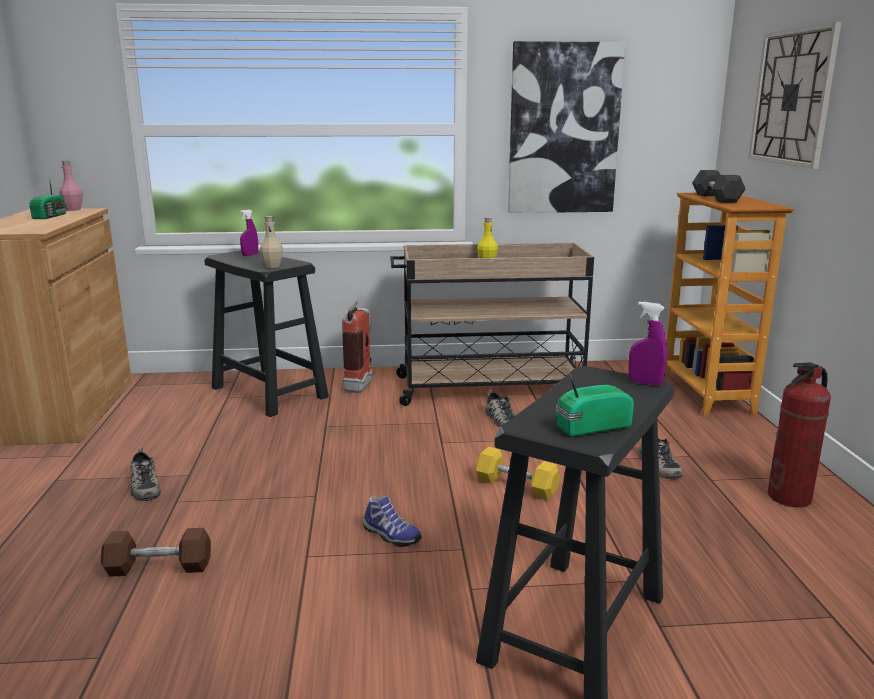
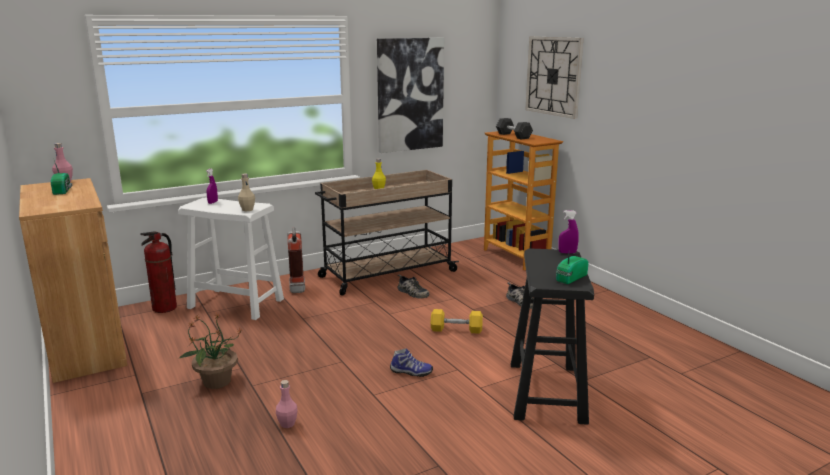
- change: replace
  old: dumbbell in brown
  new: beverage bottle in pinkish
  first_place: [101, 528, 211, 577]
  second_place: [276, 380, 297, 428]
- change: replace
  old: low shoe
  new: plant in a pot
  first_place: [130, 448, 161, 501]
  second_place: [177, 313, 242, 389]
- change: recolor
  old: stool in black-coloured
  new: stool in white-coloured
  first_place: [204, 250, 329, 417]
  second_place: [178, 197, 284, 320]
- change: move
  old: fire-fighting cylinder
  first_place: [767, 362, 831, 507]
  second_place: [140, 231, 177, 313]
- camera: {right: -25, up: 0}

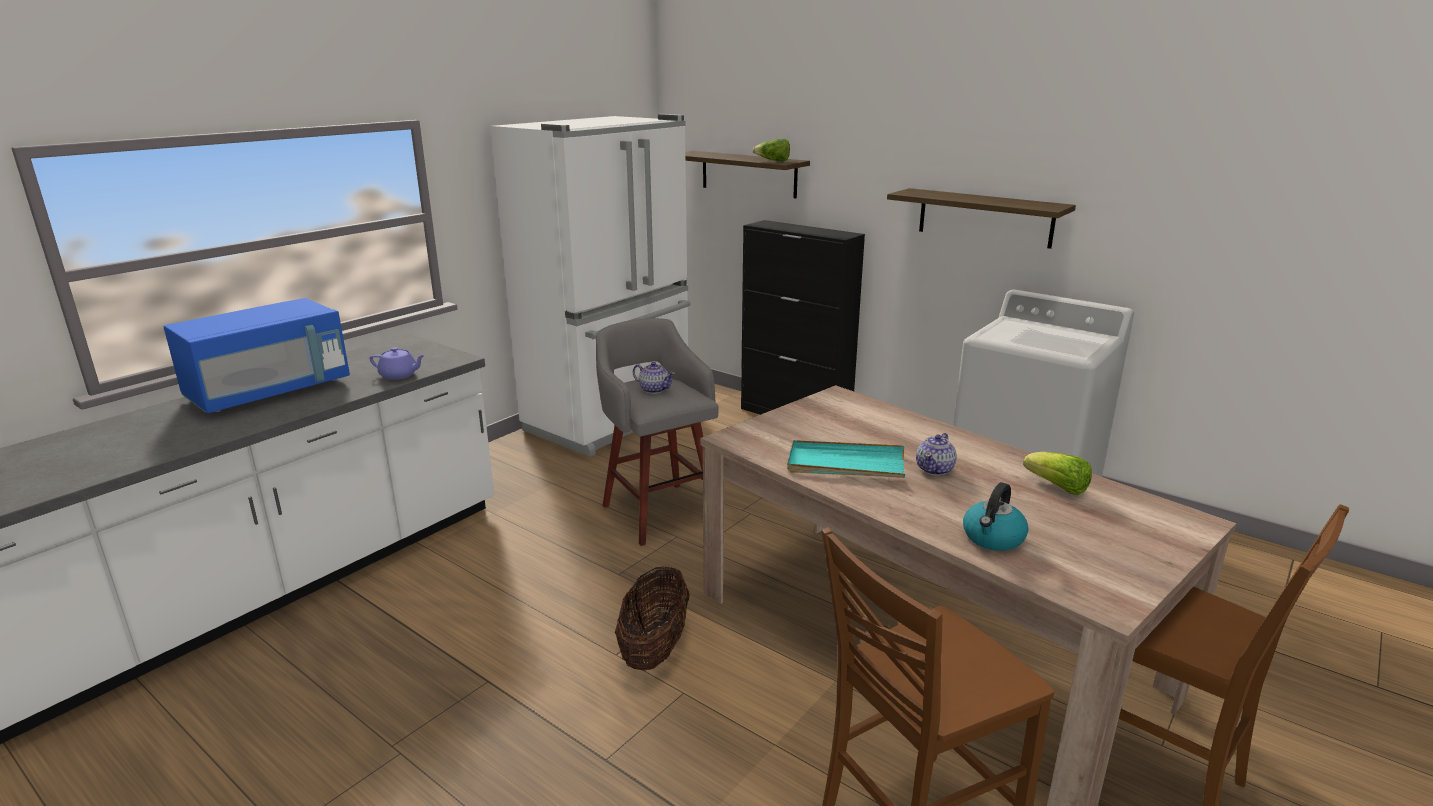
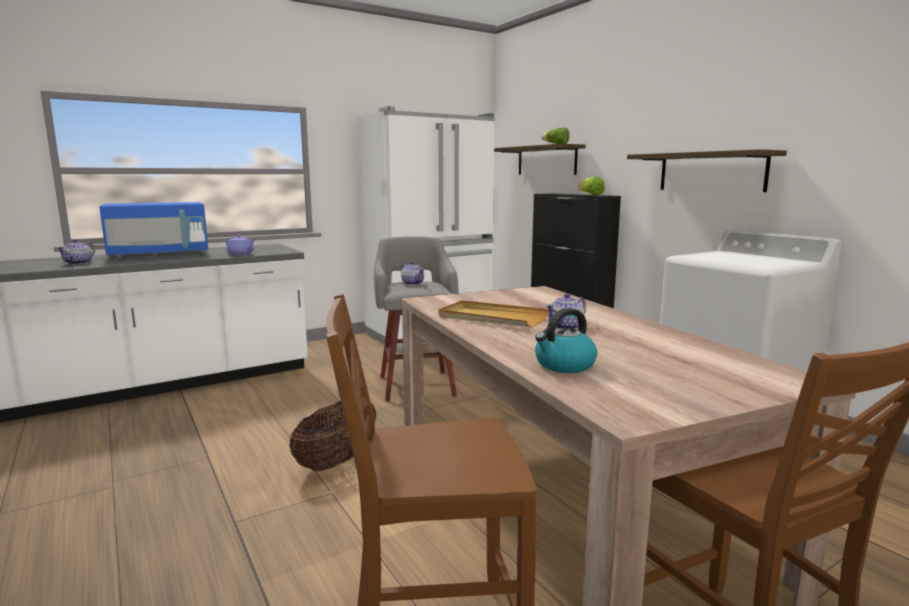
- change: recolor
  old: serving tray in turquoise
  new: serving tray in beige-coloured
  first_place: [787, 440, 905, 478]
  second_place: [439, 300, 549, 327]
- change: move
  old: lettuce
  first_place: [1023, 452, 1092, 495]
  second_place: [578, 176, 605, 195]
- change: insert
  new: pot for tea
  second_place: [57, 239, 95, 265]
- camera: {right: 20, up: -10}

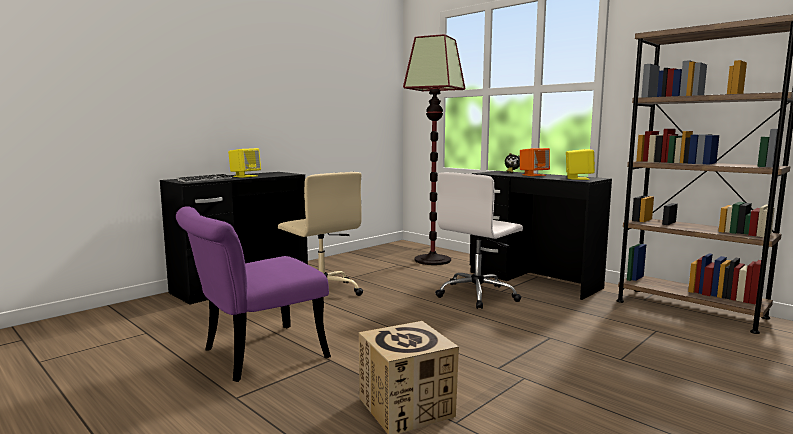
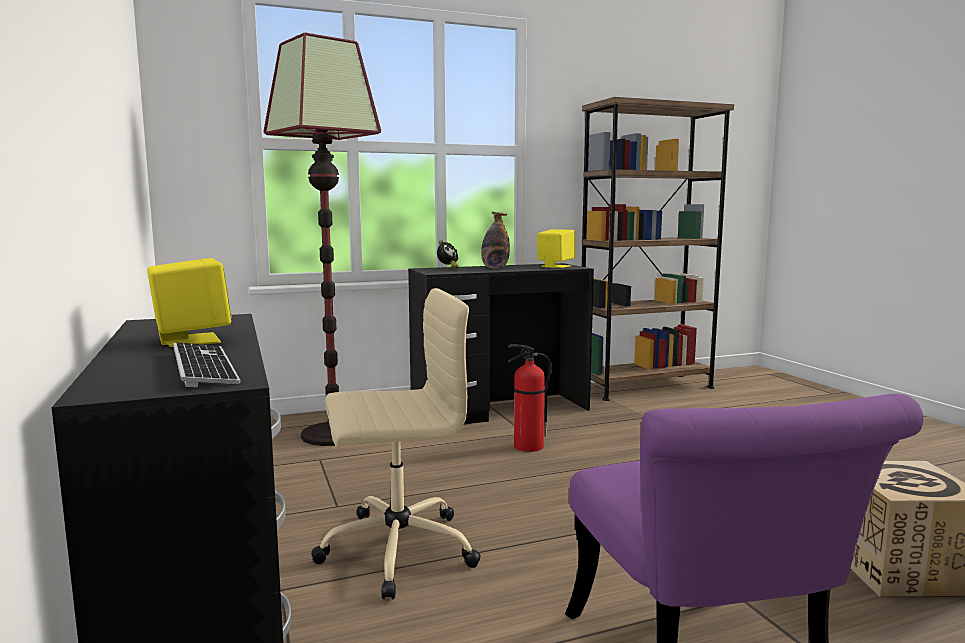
- change: replace
  old: desk chair in white-coloured
  new: fire-fighting cylinder
  first_place: [435, 172, 523, 309]
  second_place: [508, 344, 552, 452]
- change: replace
  old: audio speaker in orangey
  new: beverage bottle
  first_place: [520, 148, 550, 176]
  second_place: [481, 212, 510, 269]
- camera: {right: -65, up: 0}

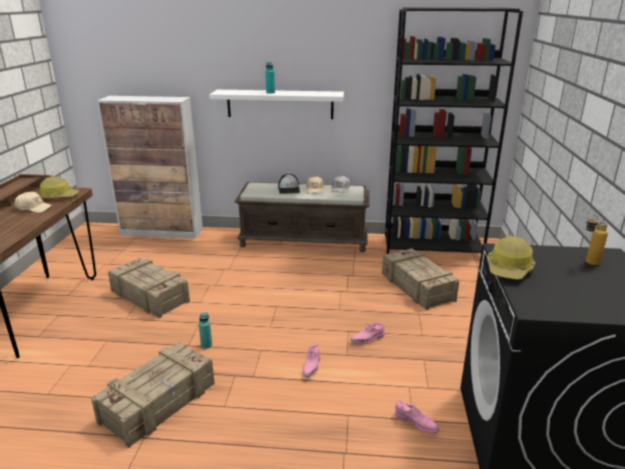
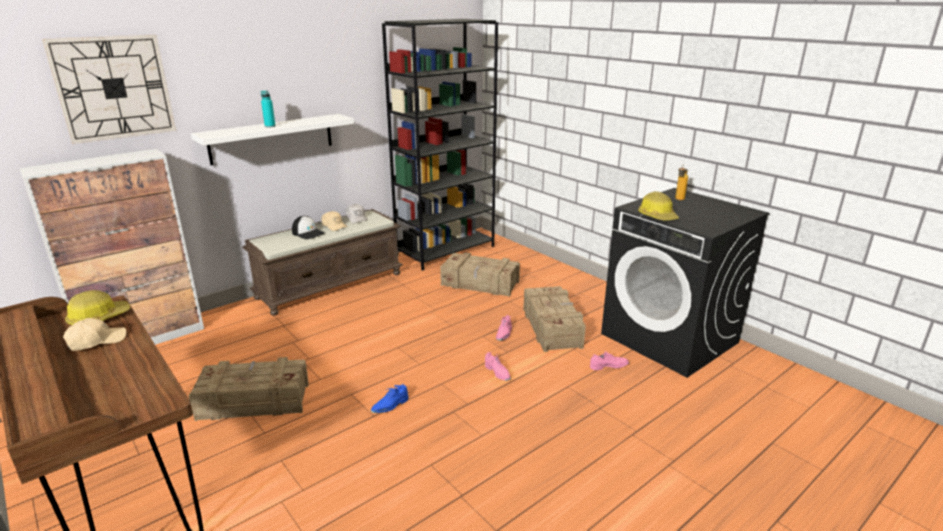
- change: move
  old: packing crate
  first_place: [91, 343, 215, 448]
  second_place: [523, 286, 586, 352]
- change: replace
  old: beverage bottle in turquoise
  new: low shoe in blue
  first_place: [199, 312, 212, 349]
  second_place: [371, 384, 408, 413]
- change: insert
  new: wall clock
  second_place: [42, 35, 176, 144]
- camera: {right: -45, up: 0}

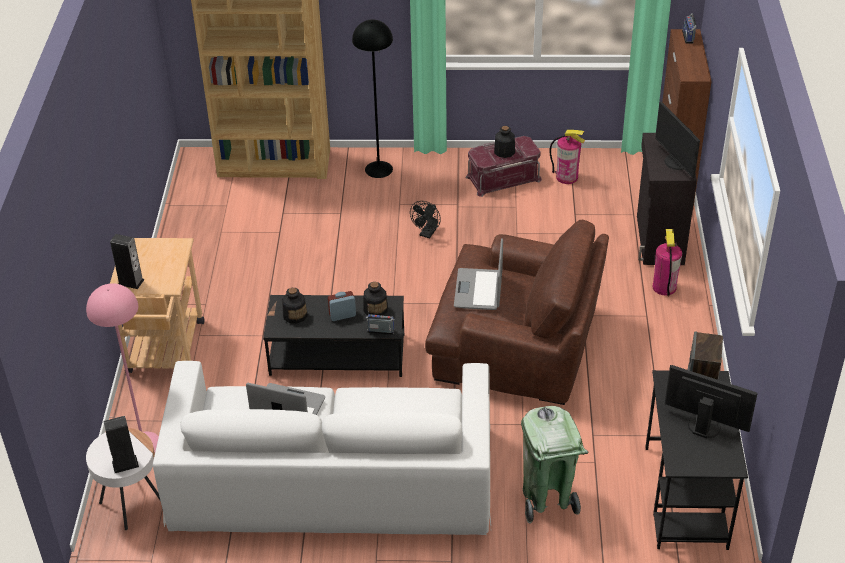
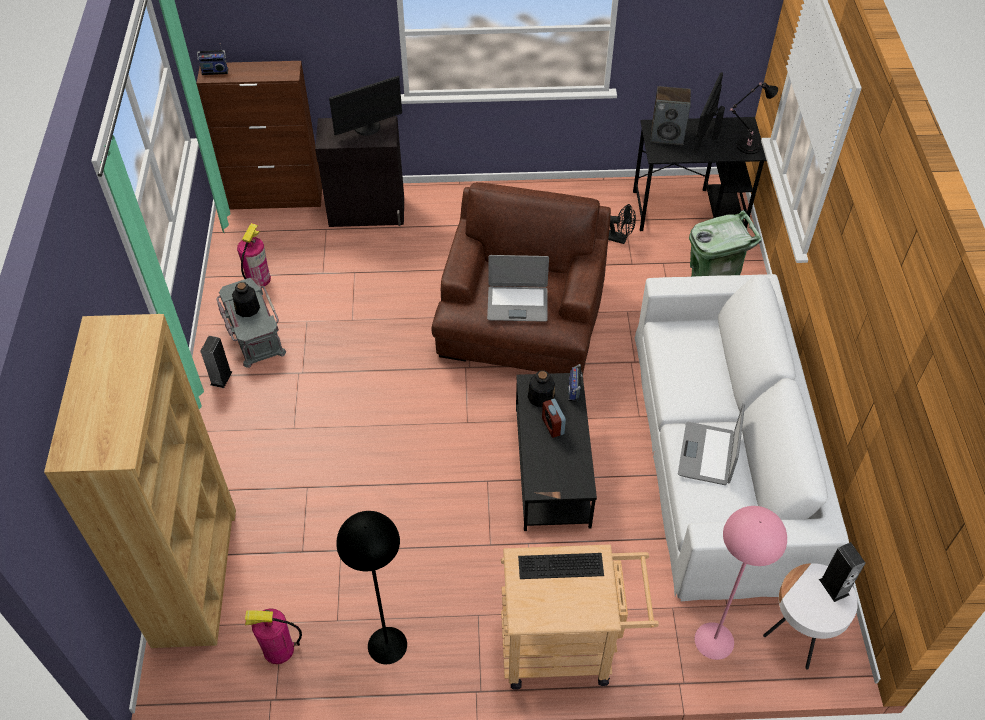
- change: move
  old: audio speaker
  first_place: [110, 234, 144, 289]
  second_place: [200, 336, 232, 388]
- change: delete
  old: beverage bottle
  first_place: [282, 288, 308, 324]
- change: move
  old: standing lamp in black-coloured
  first_place: [352, 19, 393, 178]
  second_place: [336, 511, 407, 664]
- change: move
  old: electric fan in black-coloured
  first_place: [410, 201, 441, 238]
  second_place: [608, 204, 636, 244]
- change: recolor
  old: storage box in red-coloured
  new: storage box in gray
  first_place: [466, 136, 542, 197]
  second_place: [216, 278, 286, 368]
- change: move
  old: fire-fighting cylinder
  first_place: [653, 229, 682, 296]
  second_place: [245, 608, 302, 664]
- change: insert
  new: keyboard
  second_place: [518, 553, 604, 579]
- change: insert
  new: table lamp in black-coloured
  second_place: [730, 82, 778, 154]
- camera: {right: -95, up: 10}

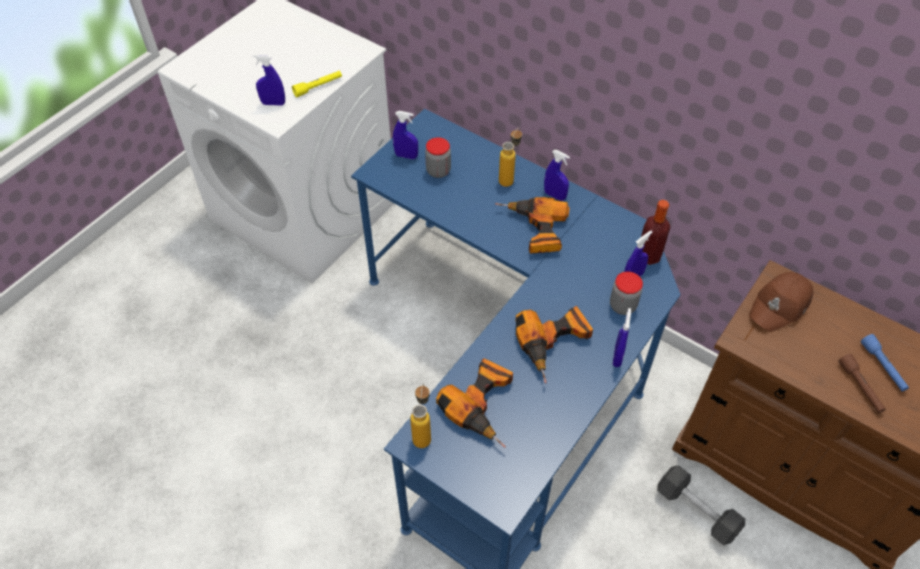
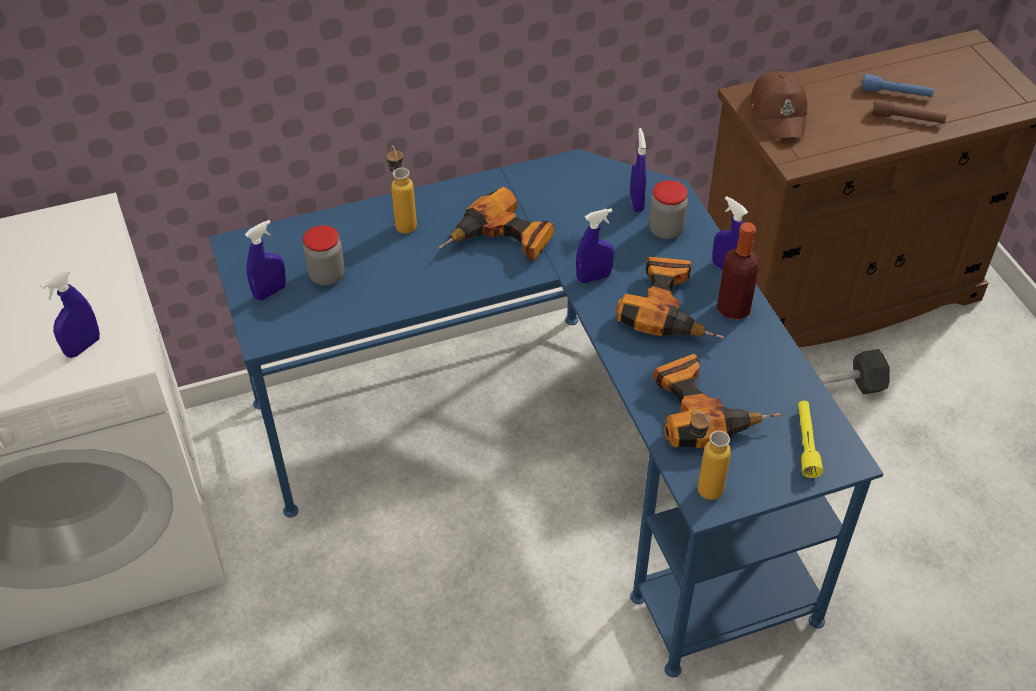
- change: move
  old: hand torch in yellowish
  first_place: [292, 71, 342, 97]
  second_place: [798, 401, 823, 478]
- change: move
  old: hand sprayer in blue
  first_place: [544, 150, 570, 201]
  second_place: [576, 208, 614, 283]
- change: move
  old: beverage bottle
  first_place: [641, 200, 671, 265]
  second_place: [717, 222, 760, 320]
- camera: {right: -55, up: -5}

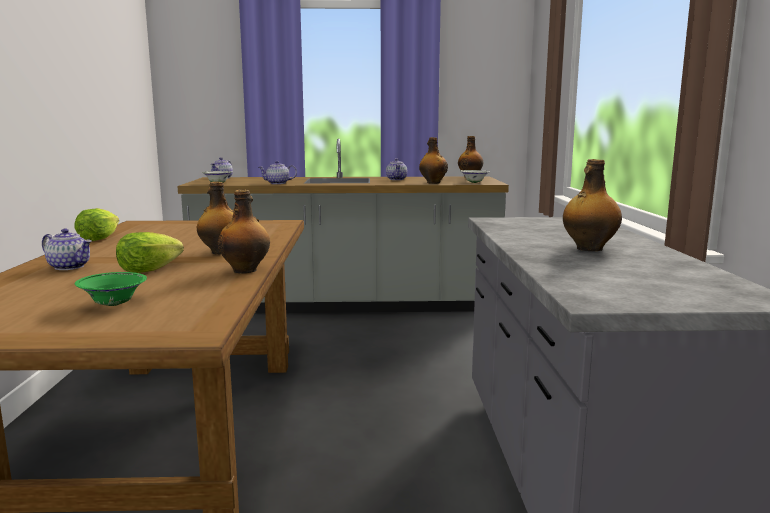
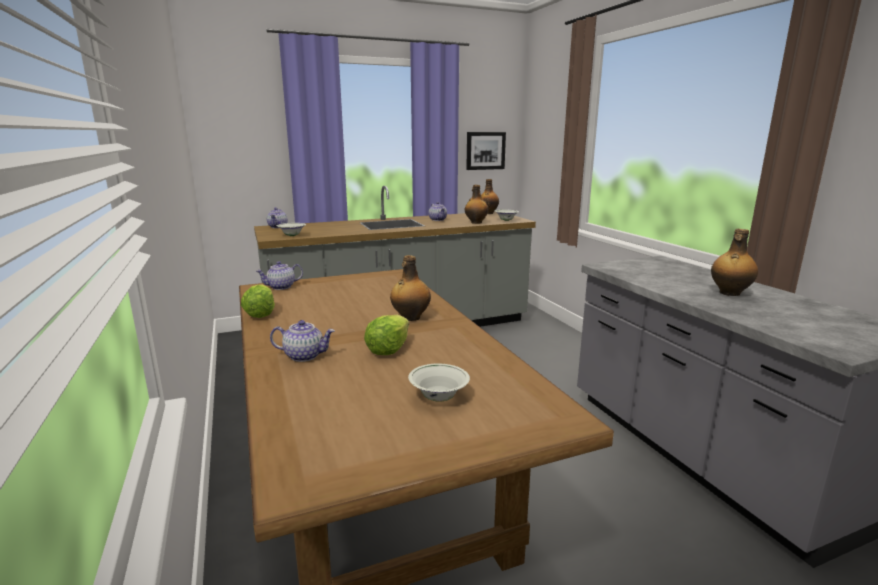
- change: recolor
  old: deep dish in green
  new: deep dish in white-coloured
  first_place: [75, 272, 147, 306]
  second_place: [408, 363, 470, 402]
- change: delete
  old: beverage bottle
  first_place: [218, 190, 270, 273]
- change: move
  old: pot for tea
  first_place: [258, 161, 297, 184]
  second_place: [256, 261, 303, 290]
- change: insert
  new: wall art
  second_place: [466, 132, 506, 170]
- camera: {right: -20, up: 5}

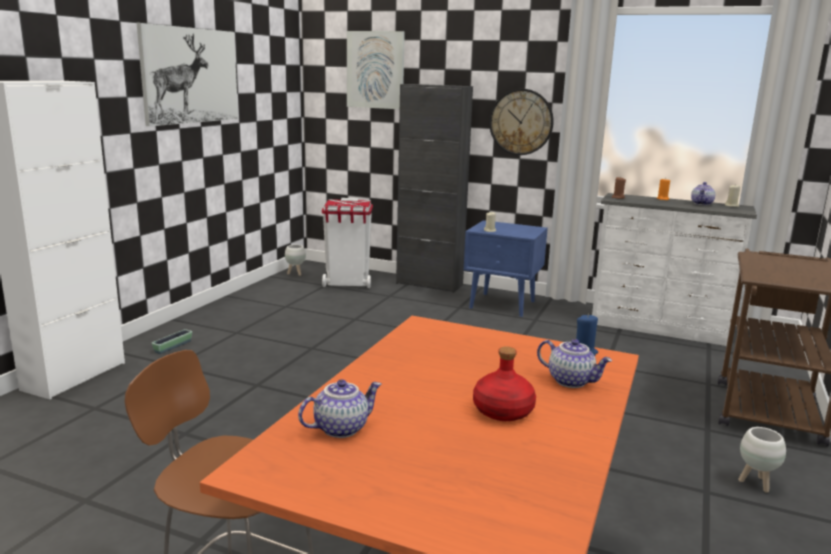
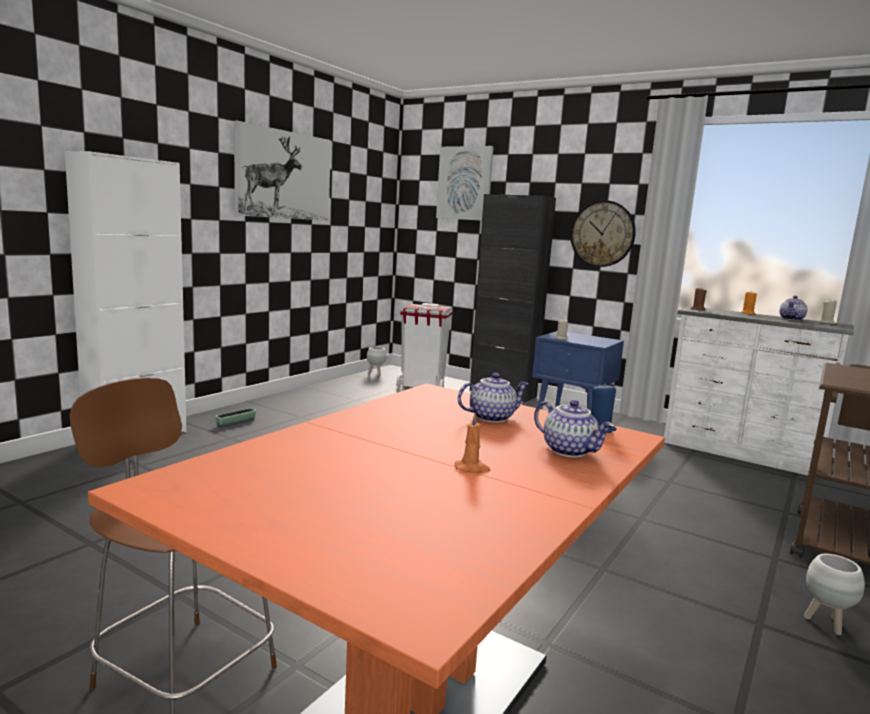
- change: move
  old: pot for tea
  first_place: [298, 379, 382, 438]
  second_place: [458, 373, 529, 423]
- change: replace
  old: beverage bottle in red-coloured
  new: wax candle in orangey
  first_place: [473, 346, 536, 421]
  second_place: [454, 413, 491, 473]
- camera: {right: 10, up: -5}

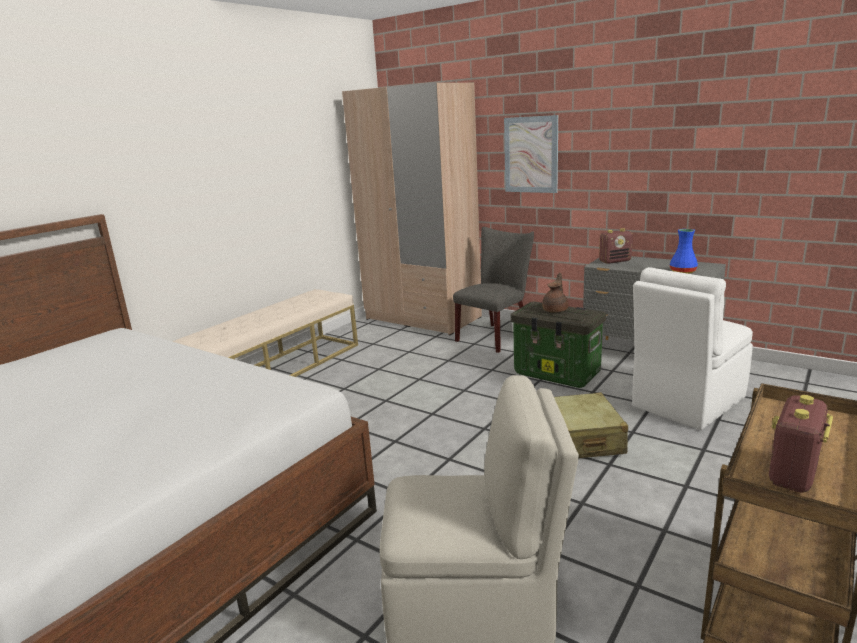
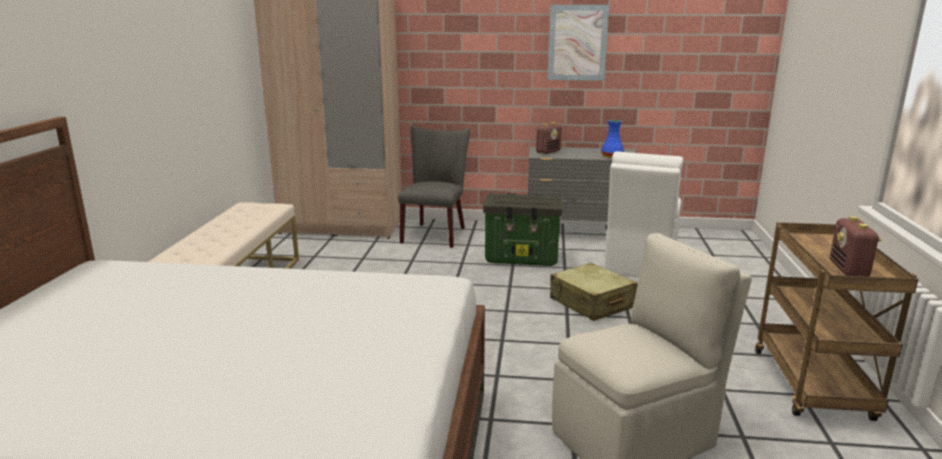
- change: move
  old: wall art
  first_place: [504, 115, 558, 193]
  second_place: [548, 5, 609, 81]
- change: delete
  old: pot for tea in brown
  first_place: [542, 273, 568, 313]
- camera: {right: -30, up: 0}

